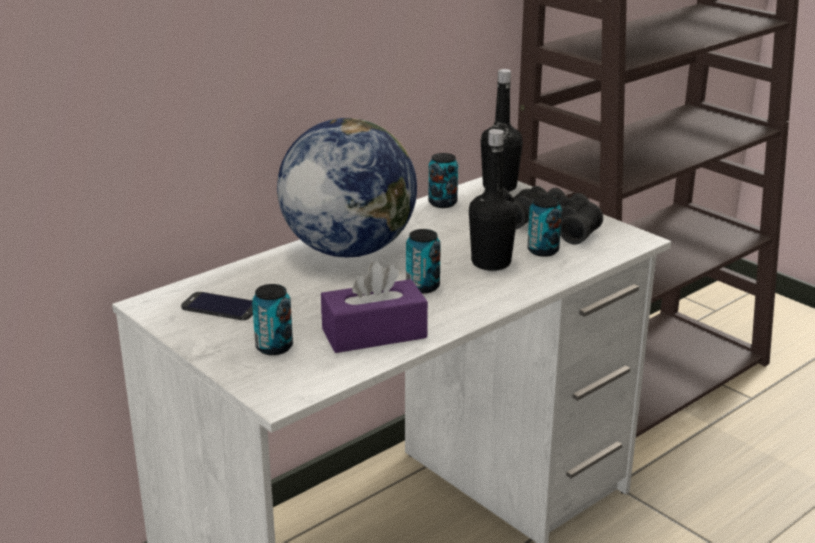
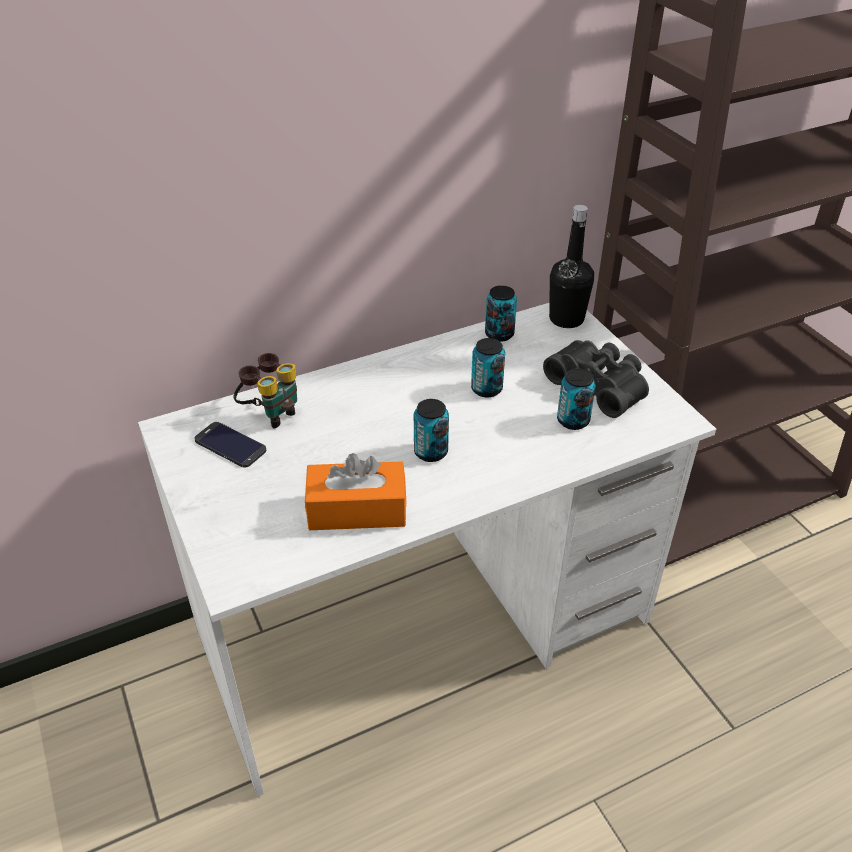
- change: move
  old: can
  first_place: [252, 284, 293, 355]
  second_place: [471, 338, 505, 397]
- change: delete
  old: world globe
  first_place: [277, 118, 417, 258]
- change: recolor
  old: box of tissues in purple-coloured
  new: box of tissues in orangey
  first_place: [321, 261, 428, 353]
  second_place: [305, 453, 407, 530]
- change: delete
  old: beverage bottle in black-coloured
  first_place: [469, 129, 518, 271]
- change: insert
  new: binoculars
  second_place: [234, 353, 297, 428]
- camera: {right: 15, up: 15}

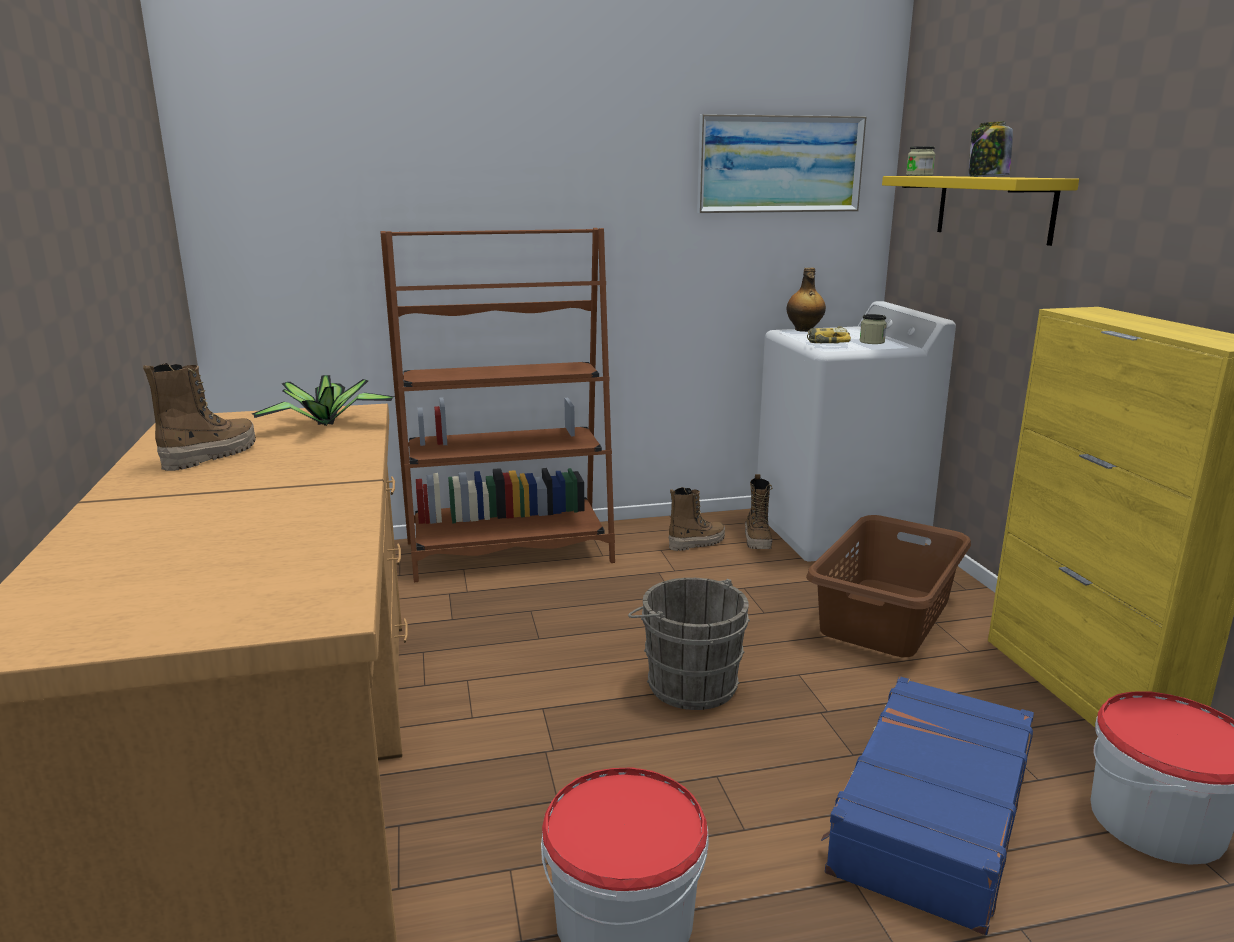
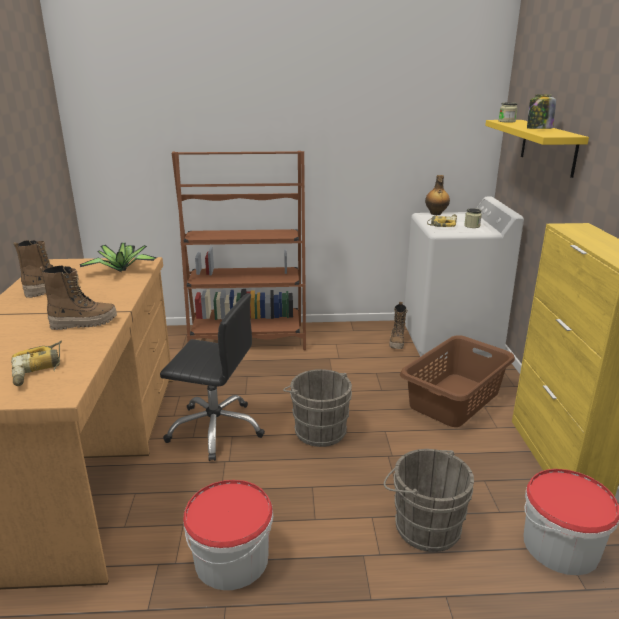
- change: move
  old: boot
  first_place: [669, 487, 725, 551]
  second_place: [40, 265, 117, 330]
- change: delete
  old: wall art
  first_place: [697, 114, 867, 213]
- change: replace
  old: suitcase in blue
  new: bucket in gray
  first_place: [821, 676, 1034, 935]
  second_place: [384, 449, 474, 552]
- change: insert
  new: electric drill
  second_place: [11, 341, 62, 386]
- change: insert
  new: desk chair in black-coloured
  second_place: [160, 293, 265, 461]
- camera: {right: 10, up: 5}

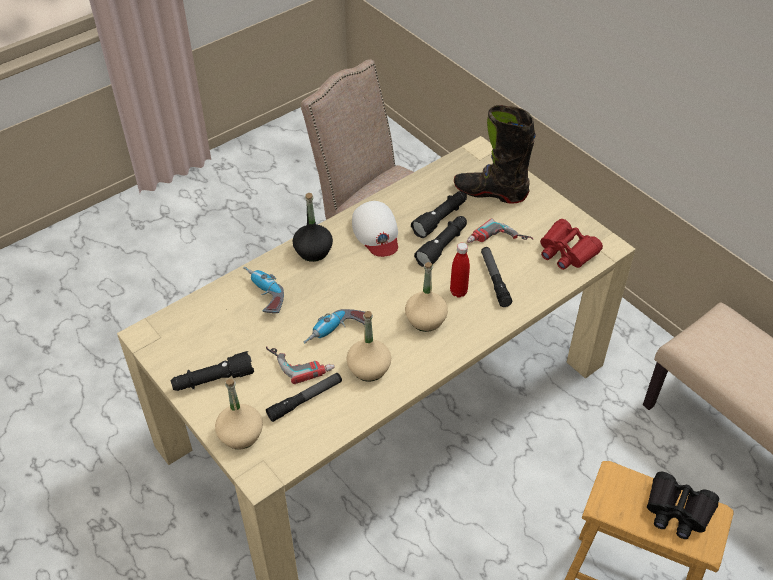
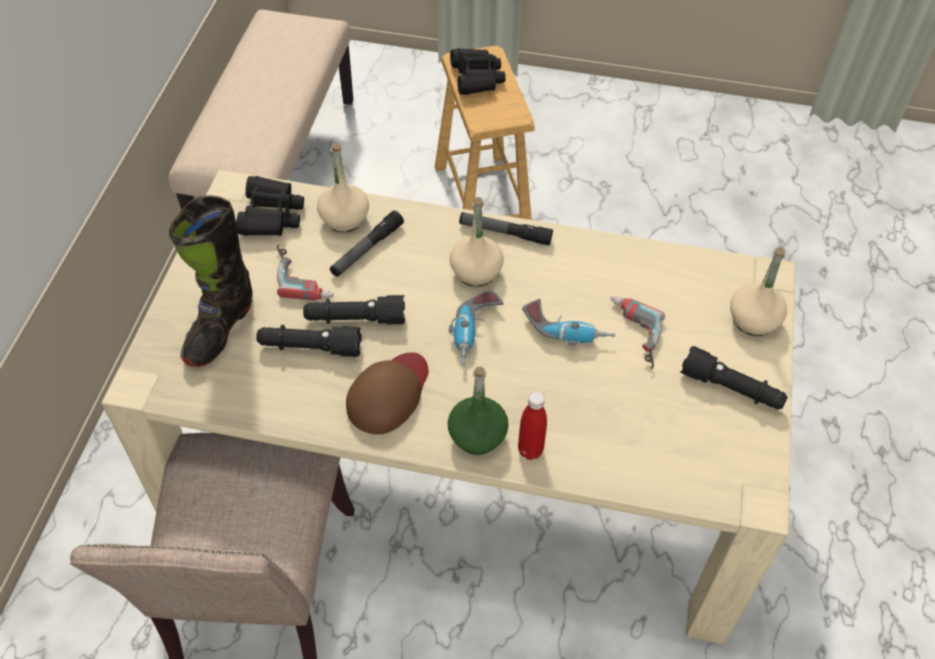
- change: move
  old: electric drill
  first_place: [243, 266, 284, 313]
  second_place: [449, 289, 504, 365]
- change: move
  old: hand torch
  first_place: [266, 373, 342, 422]
  second_place: [459, 212, 553, 245]
- change: recolor
  old: beverage bottle in black-coloured
  new: beverage bottle in green
  first_place: [293, 193, 333, 262]
  second_place: [448, 367, 509, 455]
- change: move
  old: beverage bottle in beige-coloured
  first_place: [346, 311, 391, 382]
  second_place: [317, 143, 369, 232]
- change: recolor
  old: cap in white-coloured
  new: cap in brown
  first_place: [352, 201, 398, 257]
  second_place: [346, 352, 428, 434]
- change: move
  old: beverage bottle in red-coloured
  first_place: [450, 243, 470, 298]
  second_place: [518, 392, 547, 460]
- change: rotate
  old: boot in black-coloured
  first_place: [454, 105, 536, 204]
  second_place: [169, 195, 253, 367]
  degrees: 45
- change: recolor
  old: binoculars in red-coloured
  new: binoculars in black-coloured
  first_place: [540, 219, 603, 270]
  second_place: [236, 176, 304, 236]
- camera: {right: -130, up: 5}

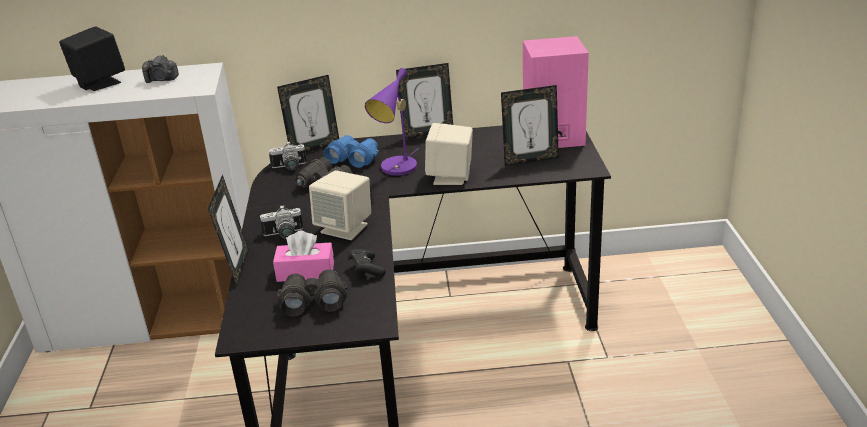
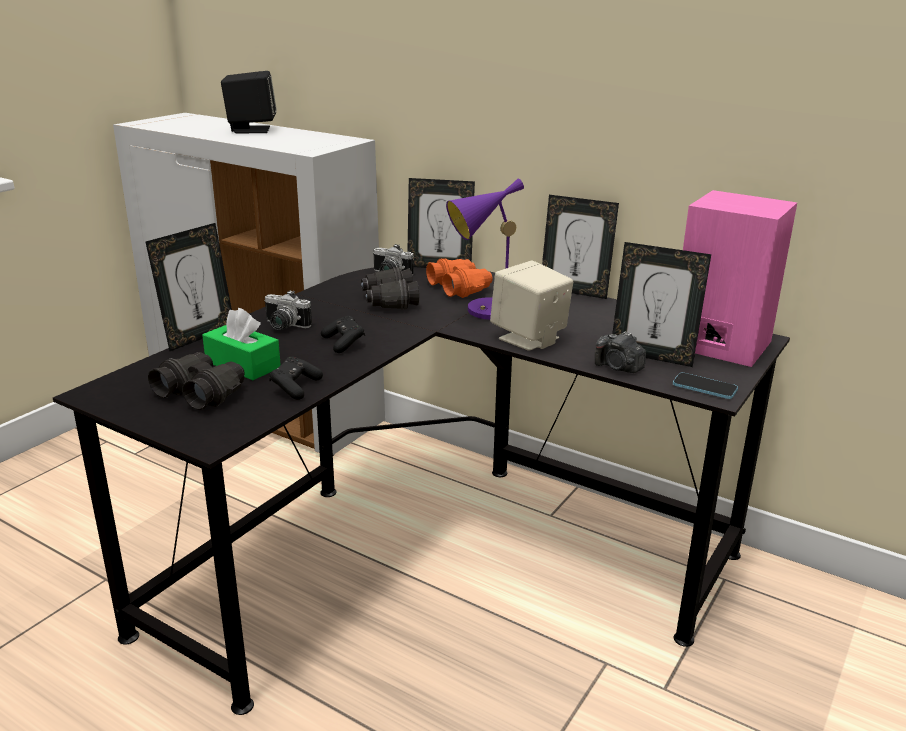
- change: move
  old: photo camera
  first_place: [142, 55, 179, 83]
  second_place: [595, 331, 646, 373]
- change: recolor
  old: box of tissues in pinkish
  new: box of tissues in green
  first_place: [273, 230, 334, 282]
  second_place: [202, 308, 281, 380]
- change: replace
  old: audio speaker in beige-coloured
  new: joypad in black-coloured
  first_place: [309, 170, 371, 240]
  second_place: [321, 316, 365, 353]
- change: recolor
  old: binoculars in blue
  new: binoculars in orangey
  first_place: [324, 135, 379, 168]
  second_place: [426, 258, 493, 298]
- change: insert
  new: handset
  second_place: [673, 373, 738, 399]
- camera: {right: 35, up: -5}

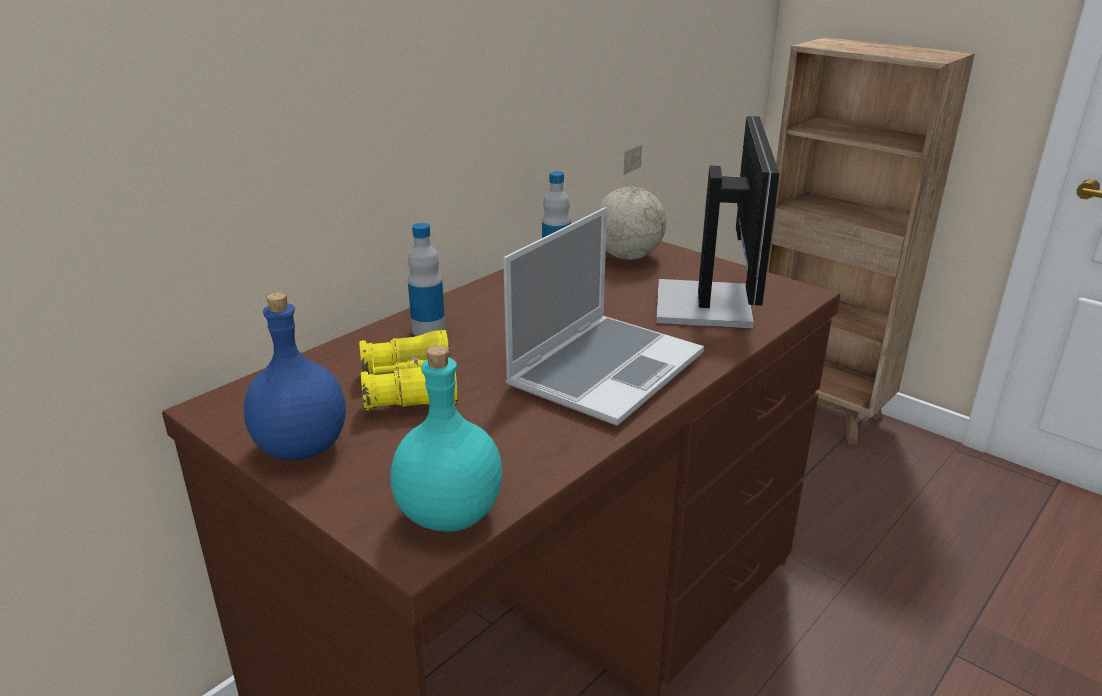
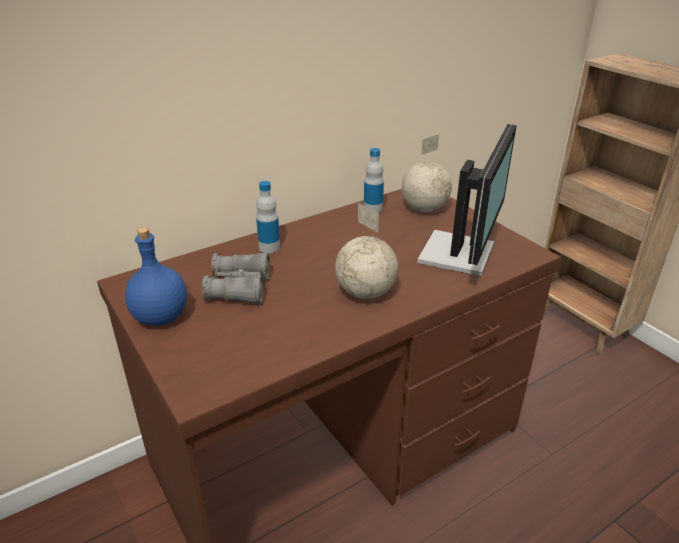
- change: recolor
  old: binoculars in yellowish
  new: binoculars in gray
  first_place: [359, 330, 458, 412]
  second_place: [202, 253, 270, 304]
- change: delete
  old: beverage bottle in turquoise
  first_place: [390, 345, 502, 532]
- change: replace
  old: notebook computer
  new: world globe
  first_place: [503, 207, 704, 426]
  second_place: [335, 203, 398, 299]
- camera: {right: 15, up: 5}

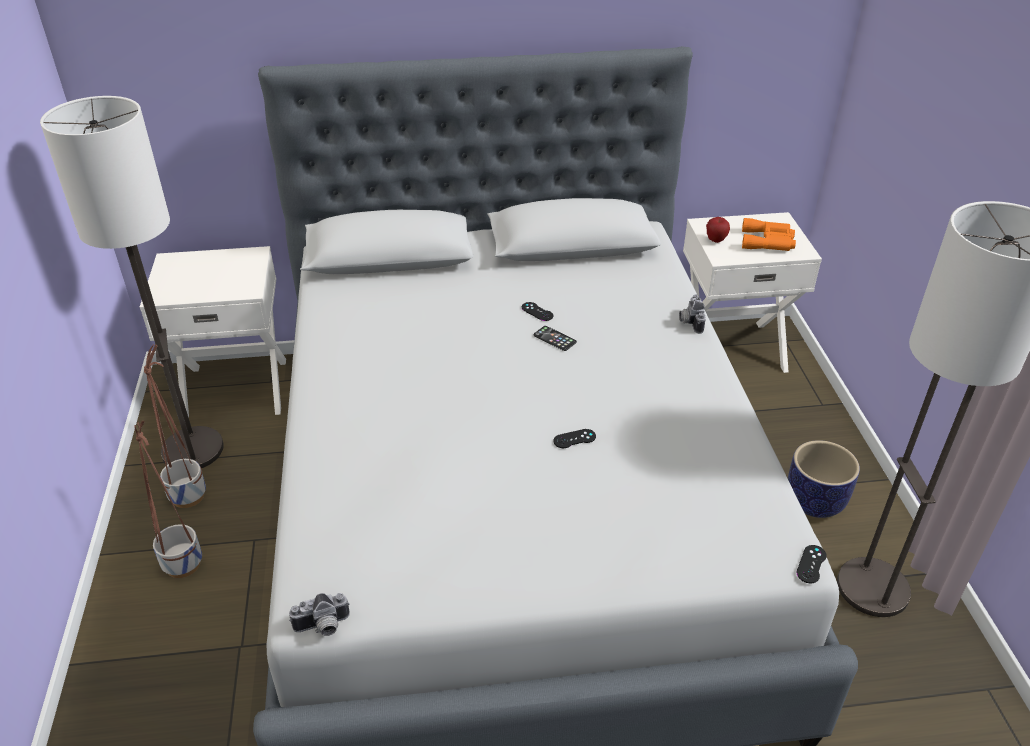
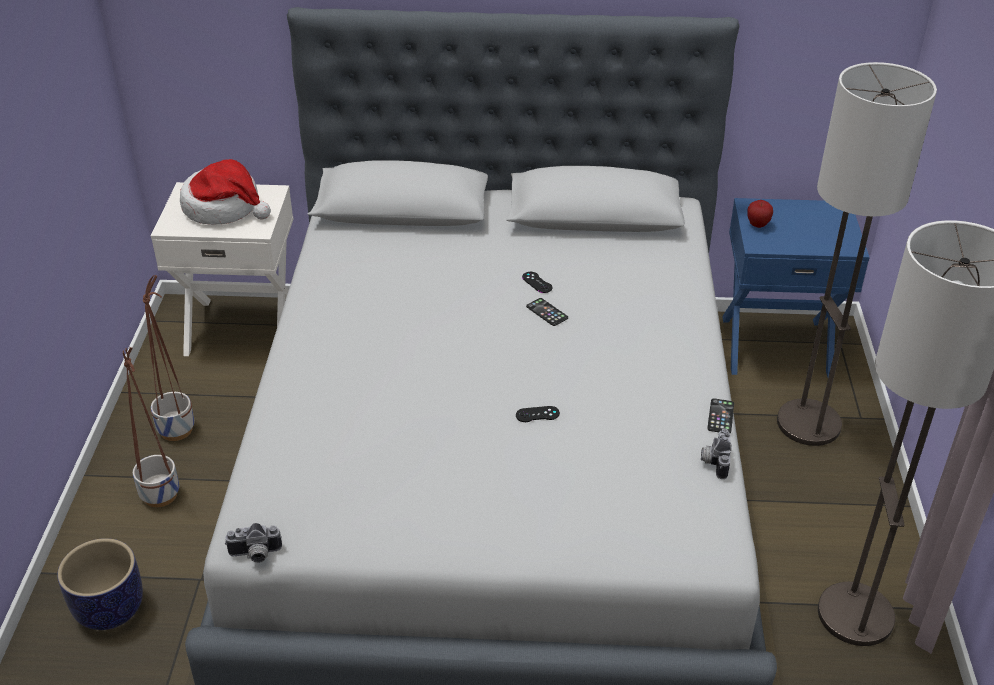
- change: move
  old: standing lamp
  first_place: [40, 96, 224, 468]
  second_place: [777, 62, 937, 446]
- change: move
  old: photo camera
  first_place: [679, 295, 706, 334]
  second_place: [701, 428, 732, 479]
- change: recolor
  old: bedside table in white-coloured
  new: bedside table in blue
  first_place: [683, 212, 822, 373]
  second_place: [722, 198, 870, 377]
- change: delete
  old: binoculars in orangey
  first_place: [742, 218, 796, 251]
- change: move
  old: flower pot
  first_place: [788, 440, 860, 518]
  second_place: [57, 538, 143, 630]
- change: delete
  old: joypad in black-coloured
  first_place: [796, 545, 827, 584]
- change: insert
  new: wearable hat
  second_place: [180, 159, 271, 225]
- change: insert
  new: handset
  second_place: [707, 398, 734, 433]
- camera: {right: 10, up: 0}

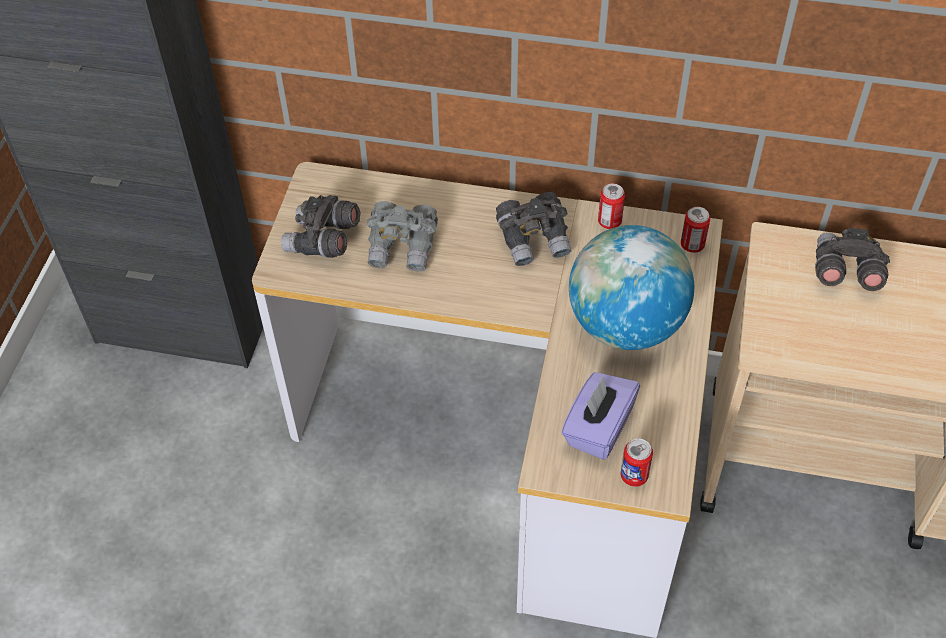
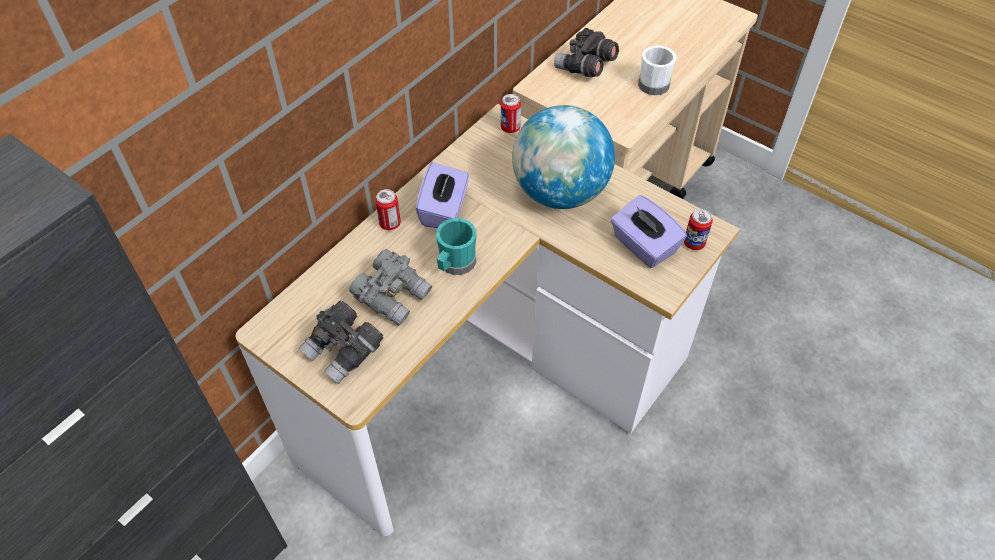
- change: replace
  old: binoculars in gray
  new: box of tissues in purple-coloured
  first_place: [496, 192, 571, 266]
  second_place: [416, 162, 469, 228]
- change: move
  old: can
  first_place: [598, 184, 625, 229]
  second_place: [375, 189, 401, 230]
- change: insert
  new: coffee mug in turquoise
  second_place: [436, 218, 476, 275]
- change: insert
  new: coffee mug in white-coloured
  second_place: [638, 45, 677, 95]
- camera: {right: -65, up: 0}

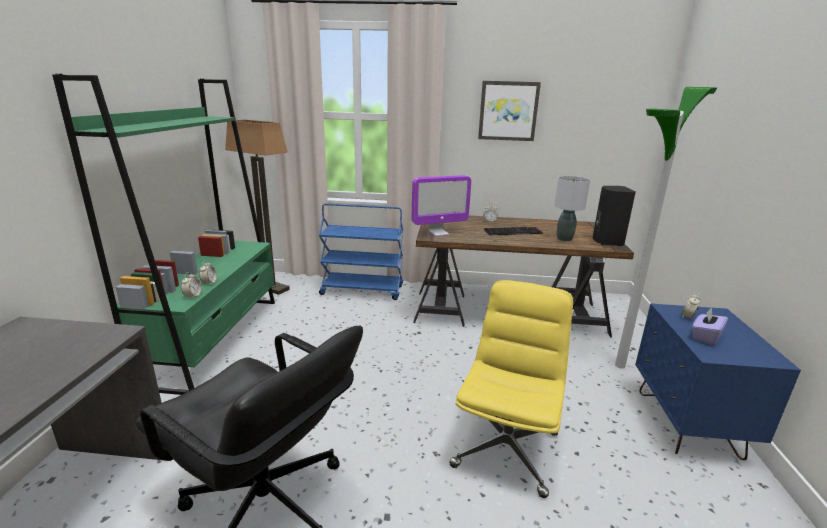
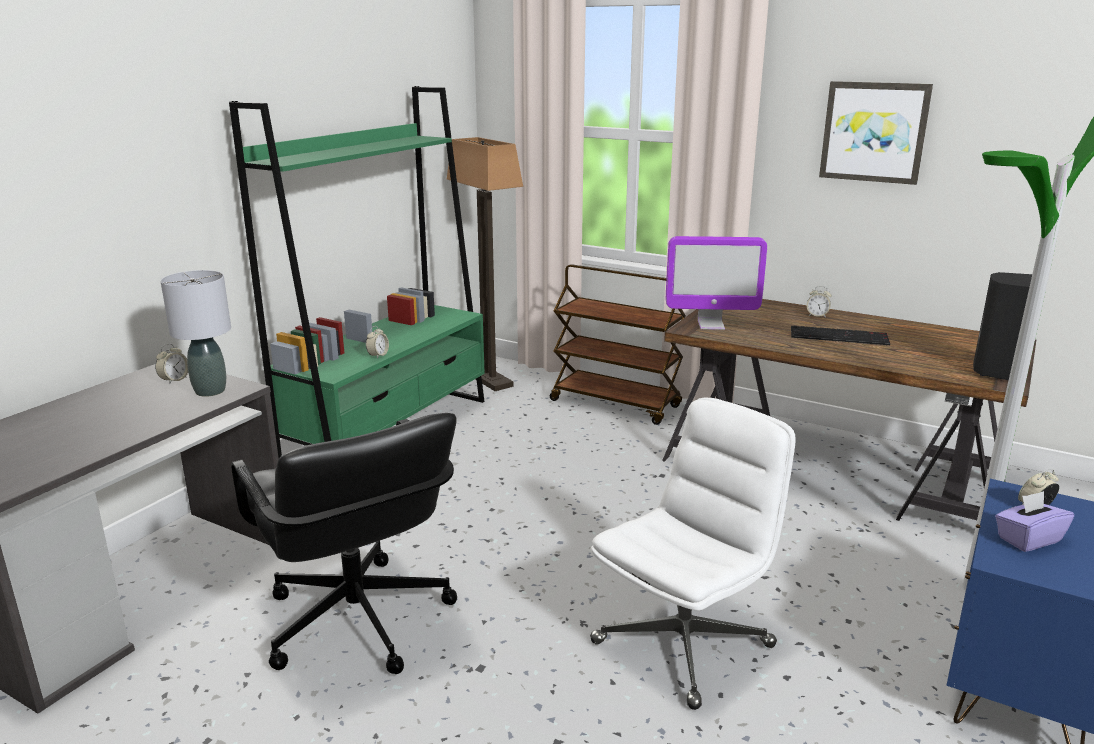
- change: move
  old: bedside clock
  first_place: [181, 272, 202, 298]
  second_place: [155, 344, 188, 384]
- change: recolor
  old: wheeled cart in blue
  new: wheeled cart in brown
  first_place: [319, 203, 403, 300]
  second_place: [550, 264, 686, 425]
- change: recolor
  old: desk chair in yellowish
  new: desk chair in white-coloured
  first_place: [449, 280, 573, 498]
  second_place: [590, 398, 796, 710]
- change: move
  old: table lamp in gray
  first_place: [554, 176, 590, 241]
  second_place: [160, 270, 231, 397]
- camera: {right: 25, up: 0}

